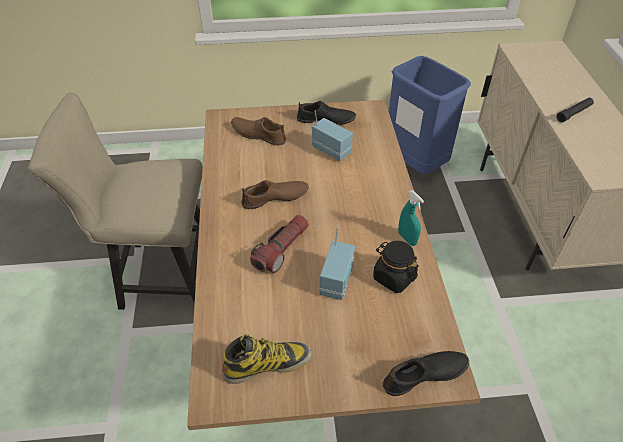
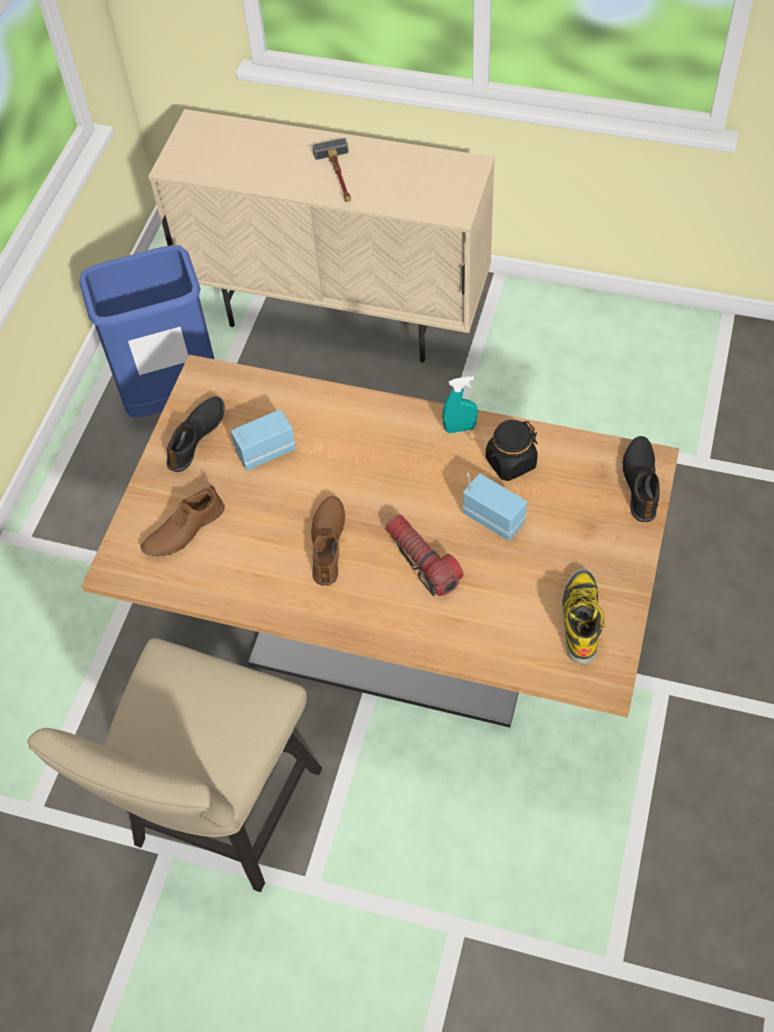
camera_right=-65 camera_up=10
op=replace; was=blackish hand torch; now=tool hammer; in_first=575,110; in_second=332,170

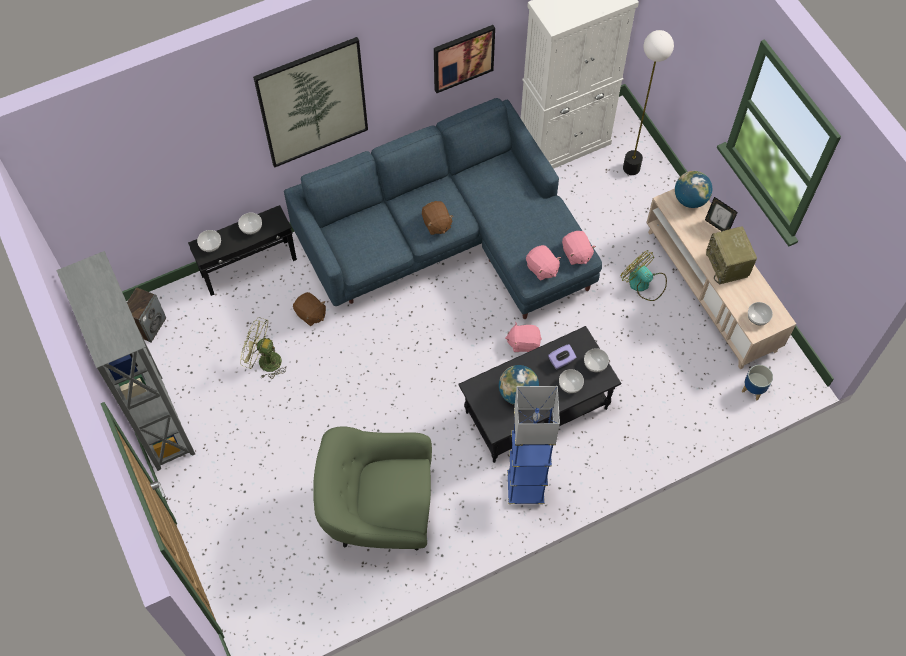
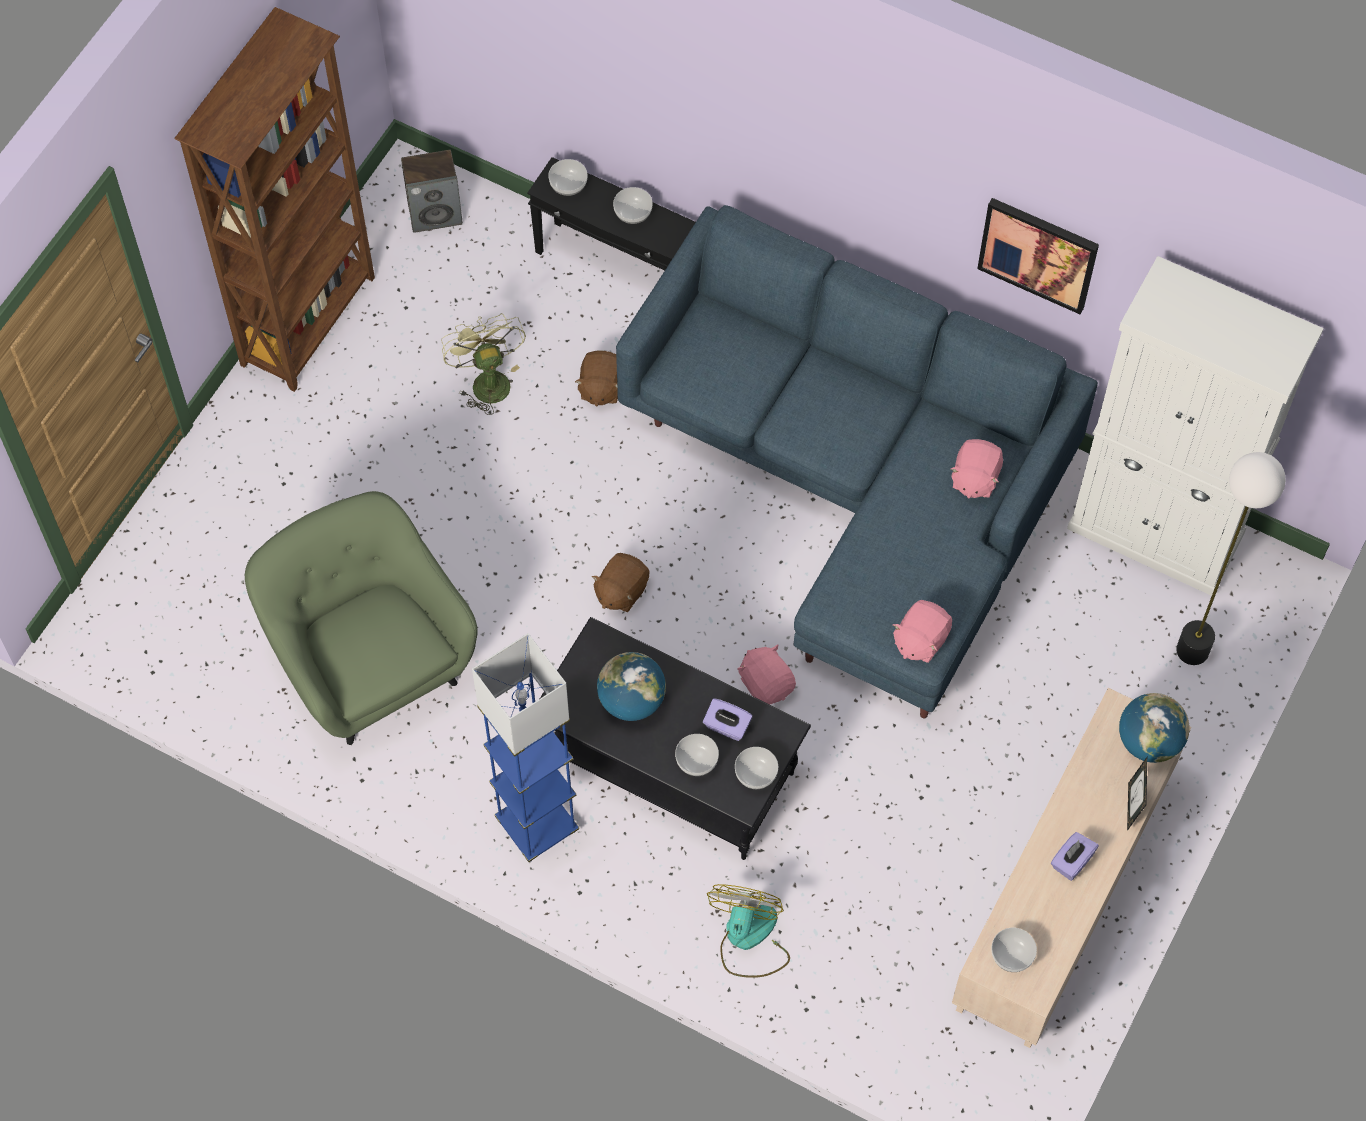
camera_right=55 camera_up=0
op=recolor; was=grey bookcase; now=brown-coloured bookcase; in_first=125,361; in_second=274,199
op=delete; was=wall art; in_first=310,102
op=move; was=brown-coloured soft toy; in_first=438,218; in_second=620,582
op=move; was=pinkish soft toy; in_first=543,263; in_second=976,469
op=move; was=fan; in_first=644,275; in_second=748,931
op=replace; was=radio; now=purple tissue holder; in_first=731,255; in_second=1075,856
op=delete; was=plant pot; in_first=757,383

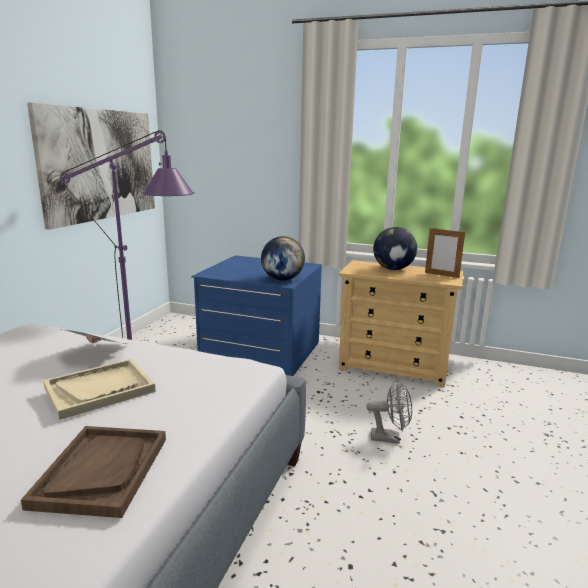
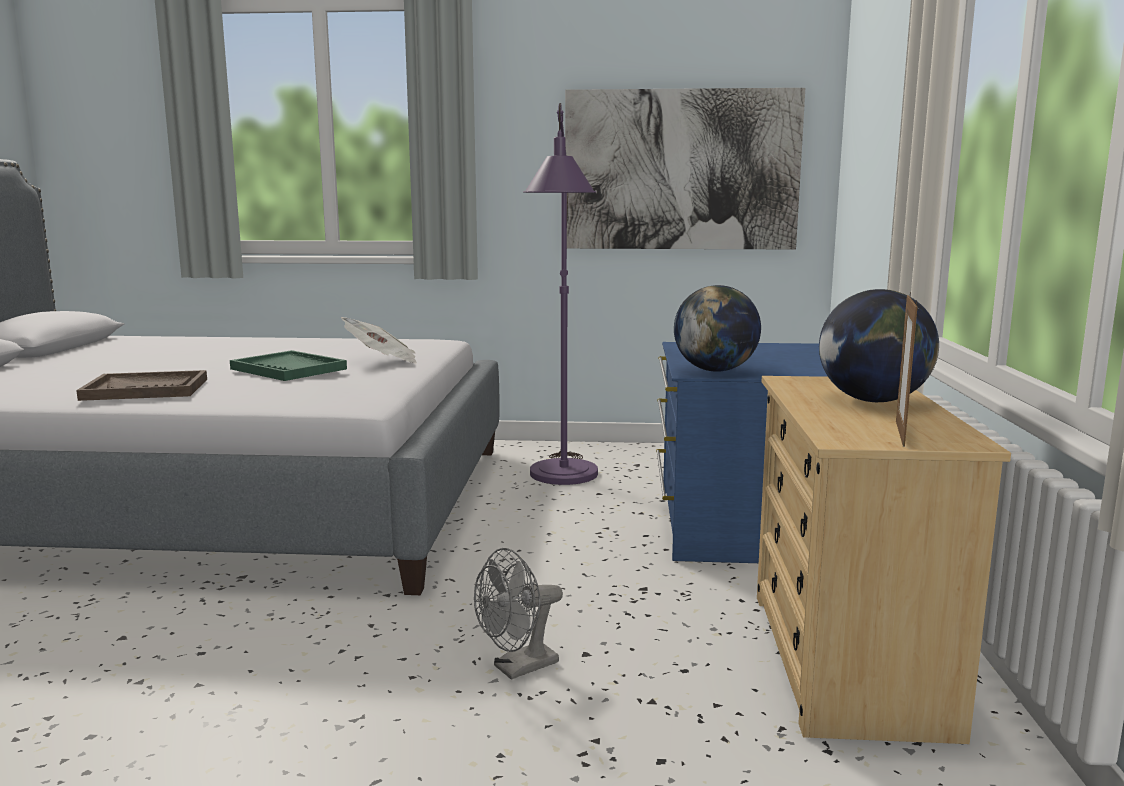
camera_right=75 camera_up=-5
op=recolor; was=sand-coloured serving tray; now=green serving tray; in_first=99,389; in_second=288,365
op=rotate; was=grey fan; in_first=389,412; in_second=518,614; clockwise=60

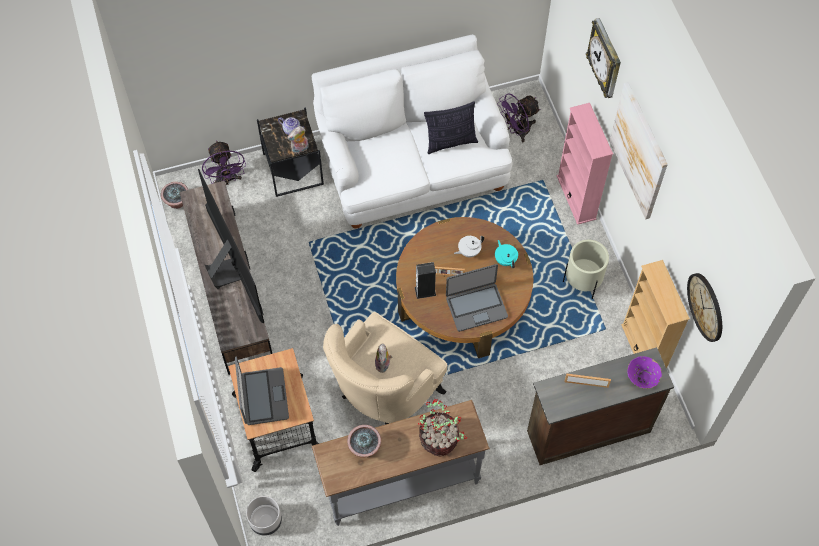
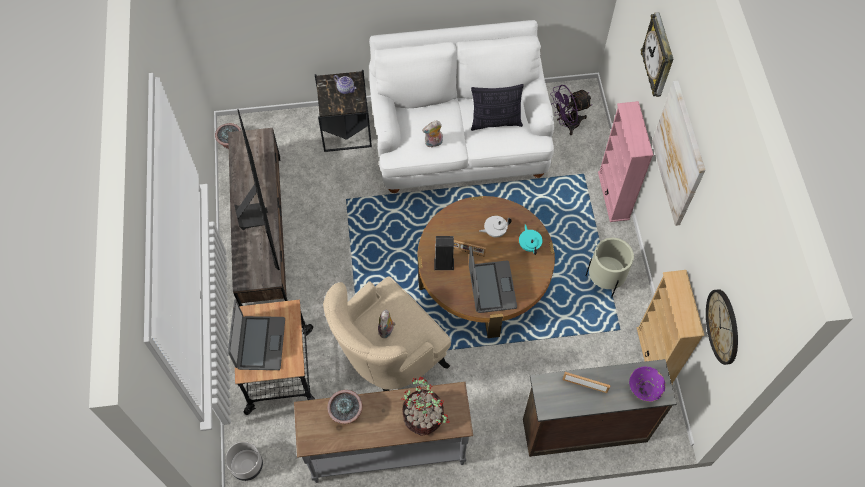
camera_right=10 camera_up=0
op=delete; was=purple fan; in_first=224,162
op=move; was=soft toy; in_first=297,140; in_second=432,134
op=rotate; was=notebook computer; in_first=477,298; in_second=493,280; clockwise=-90

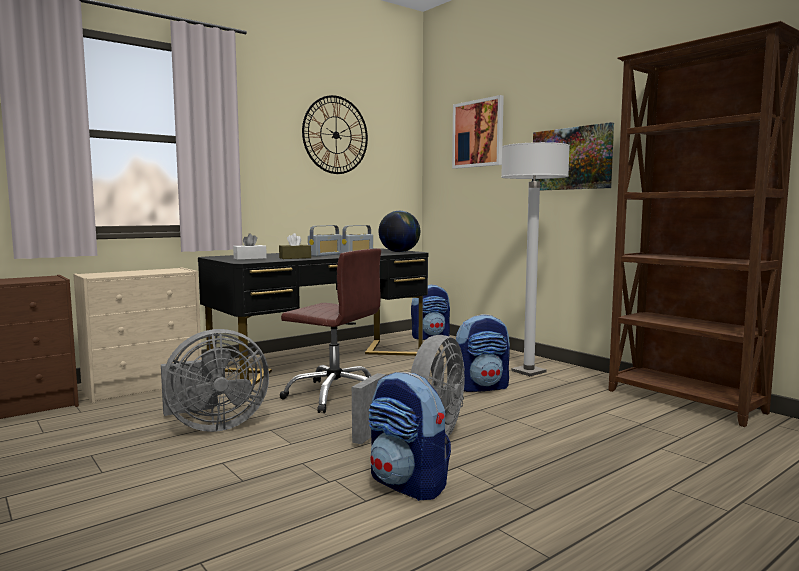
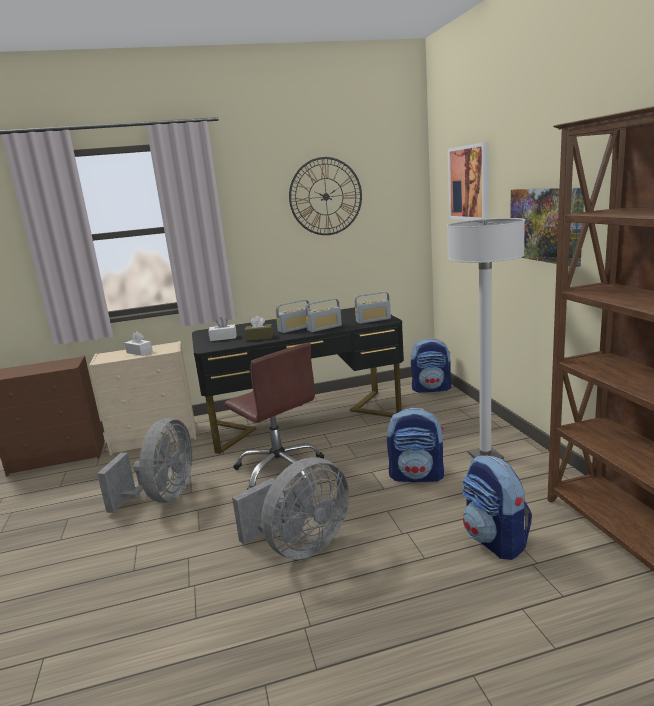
camera_right=25 camera_up=10
op=rotate; was=grey fan; in_first=215,380; in_second=144,465; clockwise=-75
op=move; was=backpack; in_first=410,436; in_second=497,507
op=replace; was=world globe; now=radio; in_first=399,231; in_second=373,308
op=insert; now=white-coloured tissue holder; in_second=139,343

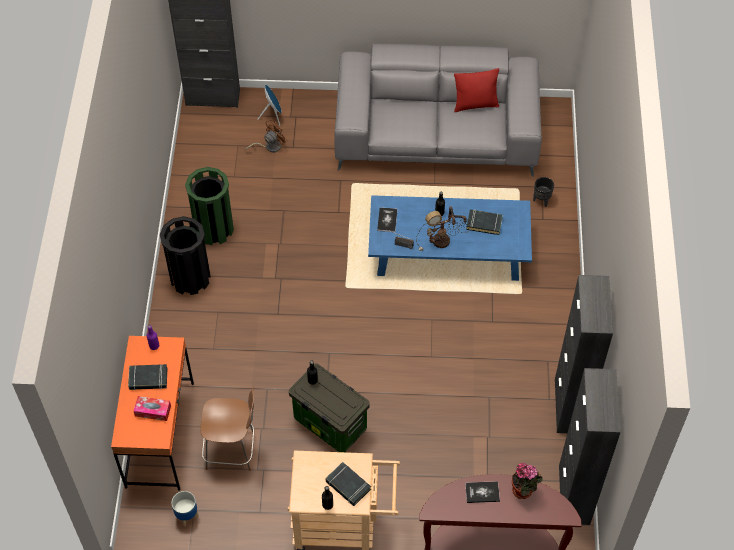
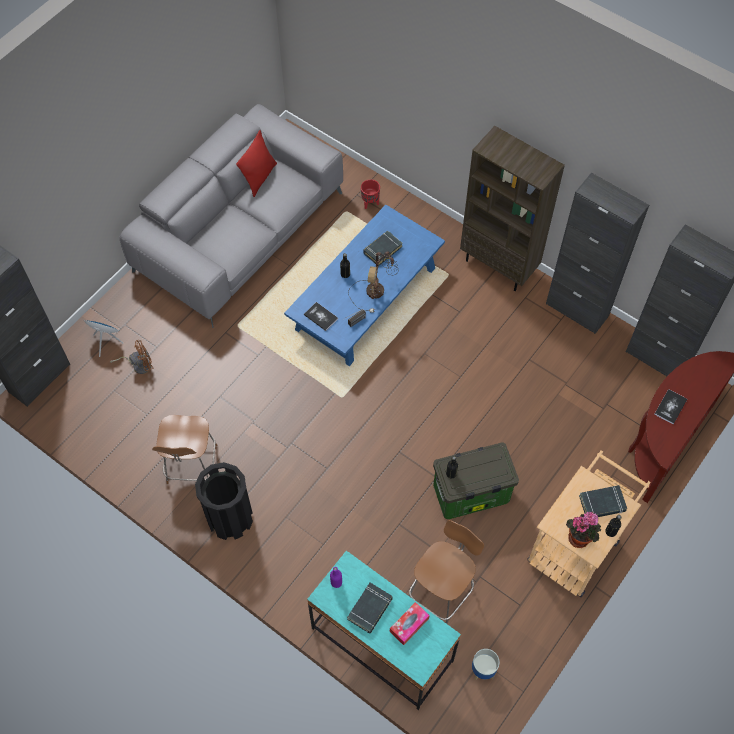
camera_right=-55 camera_up=5
op=recolor; was=orangey desk table; now=blue-green desk table; in_first=152,413; in_second=384,630
op=replace; was=green trash can; now=brown-coloured plain chair; in_first=209,206; in_second=184,449
op=rotate; was=brown-coloured fan; in_first=266,136; in_second=131,357; clockwise=75
op=move; was=potted plant; in_first=527,481; in_second=583,530
op=recolor; was=blackish plant pot; now=red-coloured plant pot; in_first=543,192; in_second=370,194
op=insert; now=brown-coloured bookcase; in_second=512,208

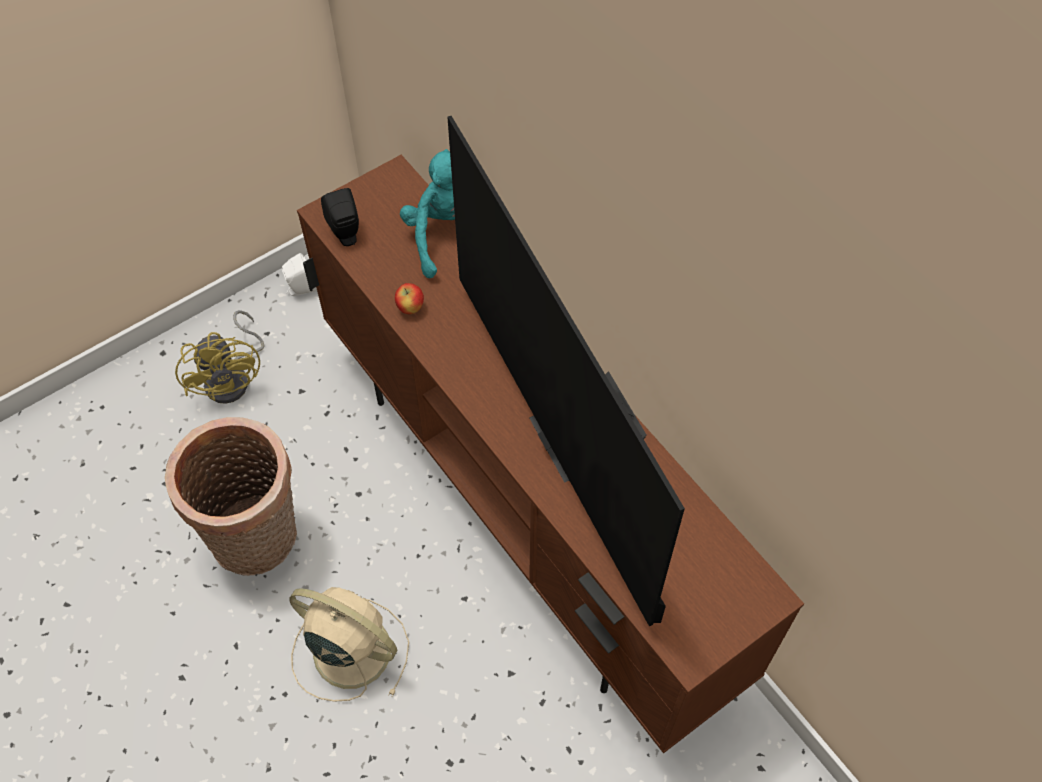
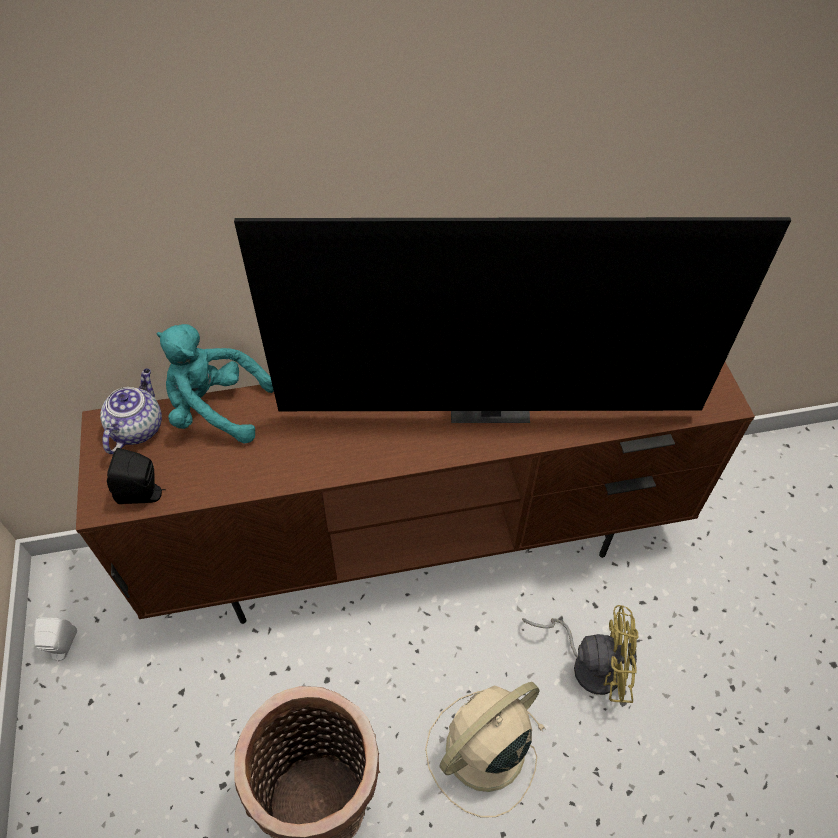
camera_right=-65 camera_up=-5
op=move; was=yellow fan; in_first=220,357; in_second=580,654
op=delete; was=apple fruit; in_first=409,298
op=insert; now=pot for tea; in_second=131,411

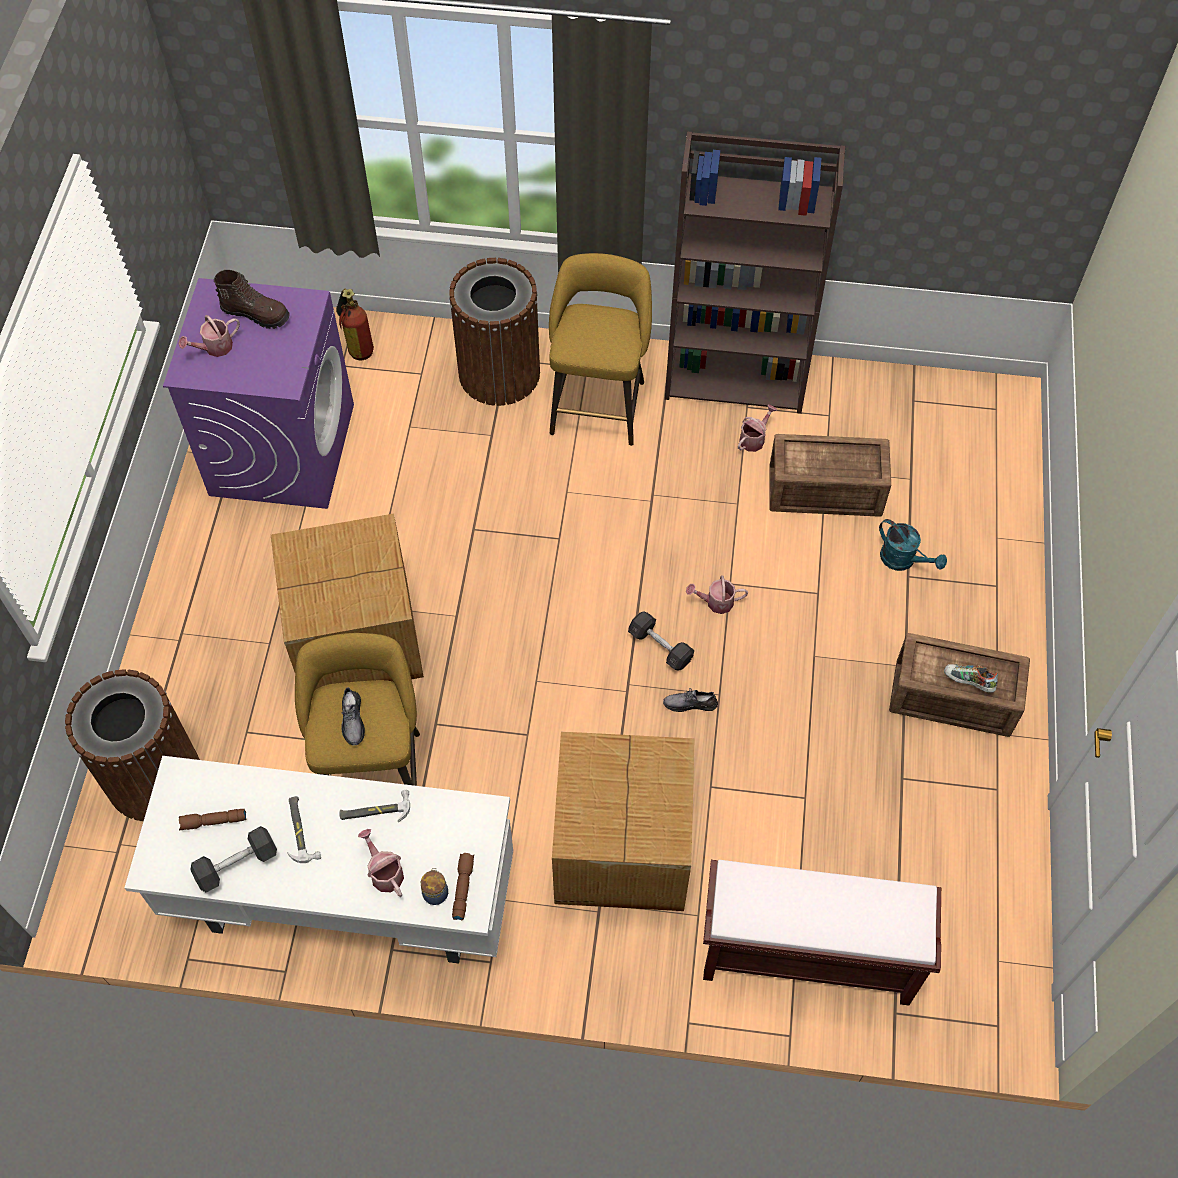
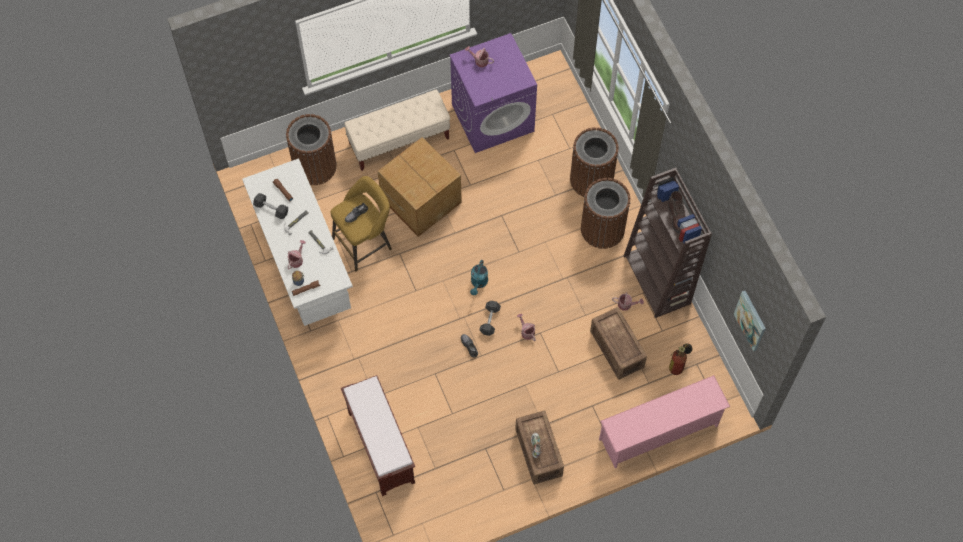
camera_right=60 camera_up=5
op=move; was=brown-coloured boot; in_first=252,299; in_second=677,212
op=move; was=fire-fighting cylinder; in_first=355,324; in_second=681,359
op=replace; was=yellow stool; now=brown-coloured trash can; in_first=600,349; in_second=605,213
op=delete; was=carton; in_first=623,821
op=move; was=blue-green sprinkling can; in_first=913,545; in_second=479,277
op=insert; now=sand-coloured bench; in_second=397,130
op=insert; now=pinkish shoe rack; in_second=664,421
op=insert; now=wall art; in_second=750,321

